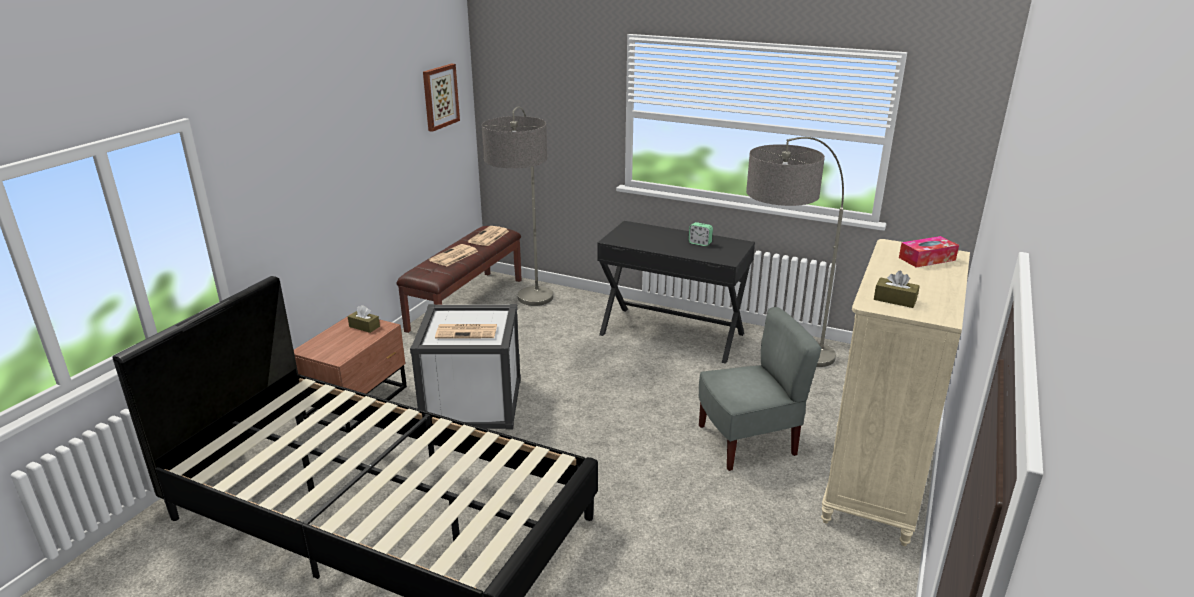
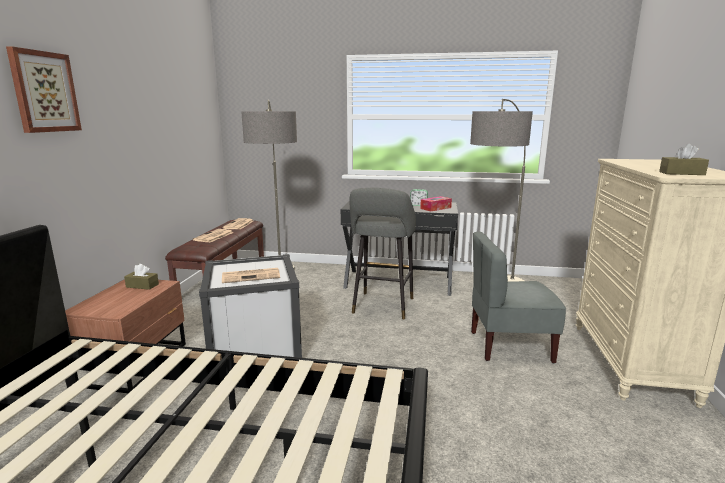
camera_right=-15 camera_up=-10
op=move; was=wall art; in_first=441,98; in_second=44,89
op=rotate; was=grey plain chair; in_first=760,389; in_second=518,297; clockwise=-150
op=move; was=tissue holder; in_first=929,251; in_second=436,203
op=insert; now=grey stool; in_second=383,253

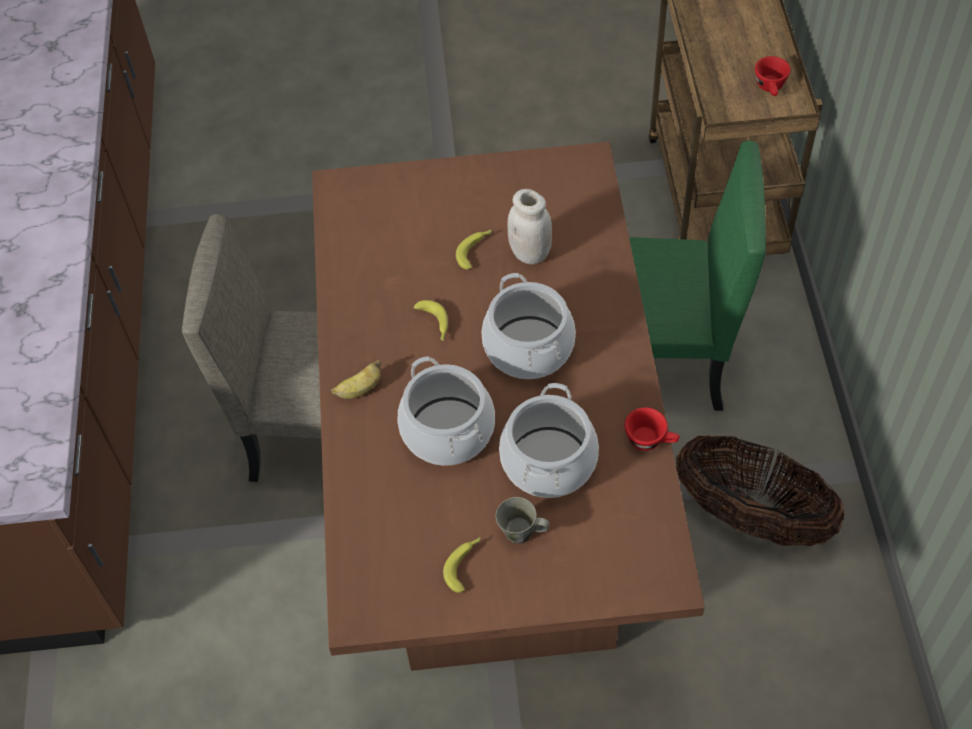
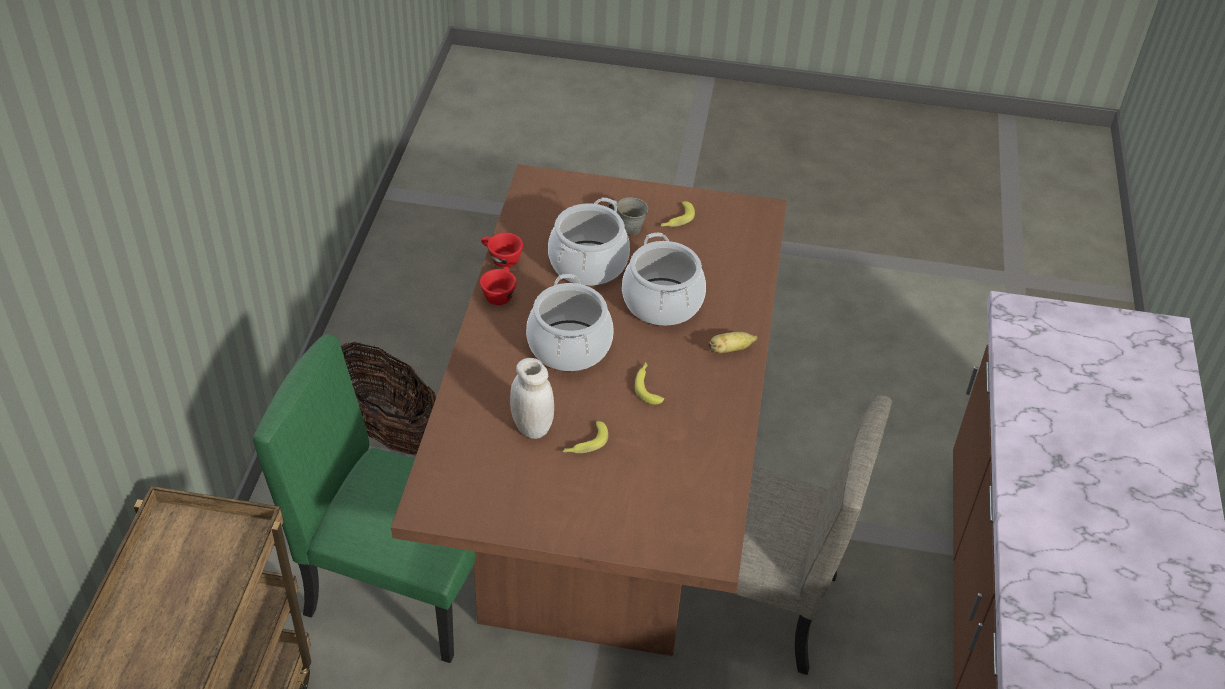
camera_right=-170 camera_up=-10
op=move; was=red-coloured cup; in_first=773,76; in_second=498,286

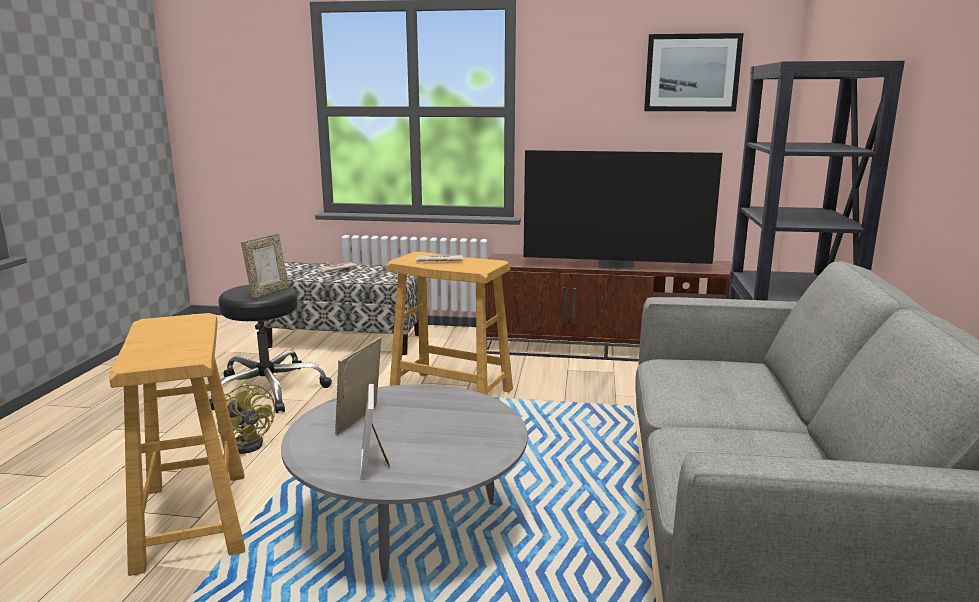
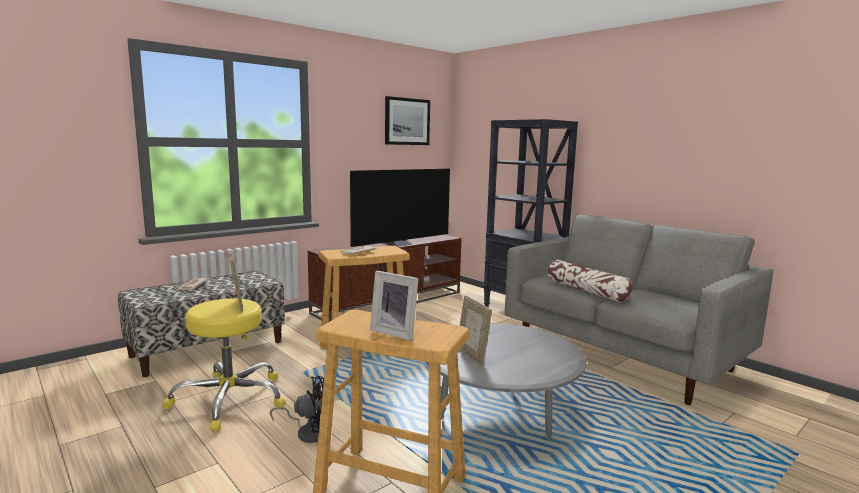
camera_right=-50 camera_up=-5
op=recolor; was=blackish stool; now=yellow stool; in_first=270,349; in_second=224,365
op=recolor; was=yellow fan; now=blackish fan; in_first=246,418; in_second=297,409
op=move; was=standing frame; in_first=375,432; in_second=394,306
op=insert; now=pillow; in_second=590,281

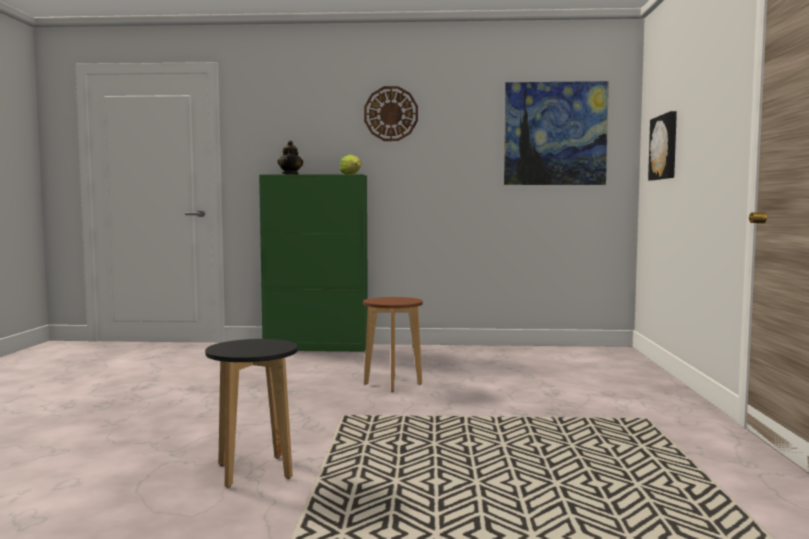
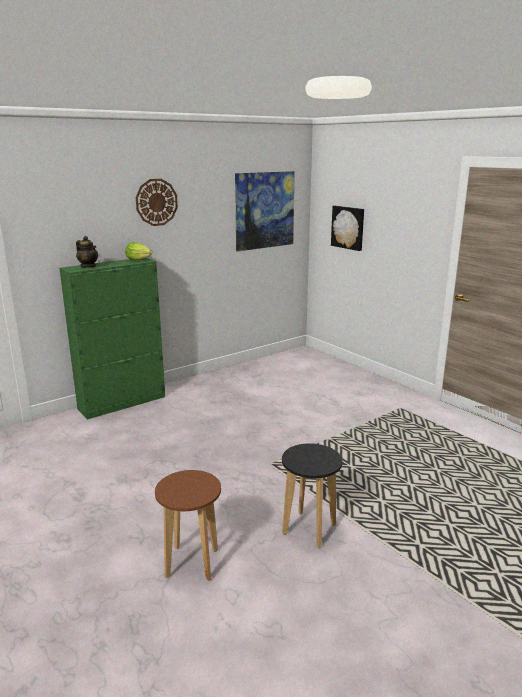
camera_right=-40 camera_up=15
op=move; was=brown-coloured stool; in_first=393,344; in_second=188,525

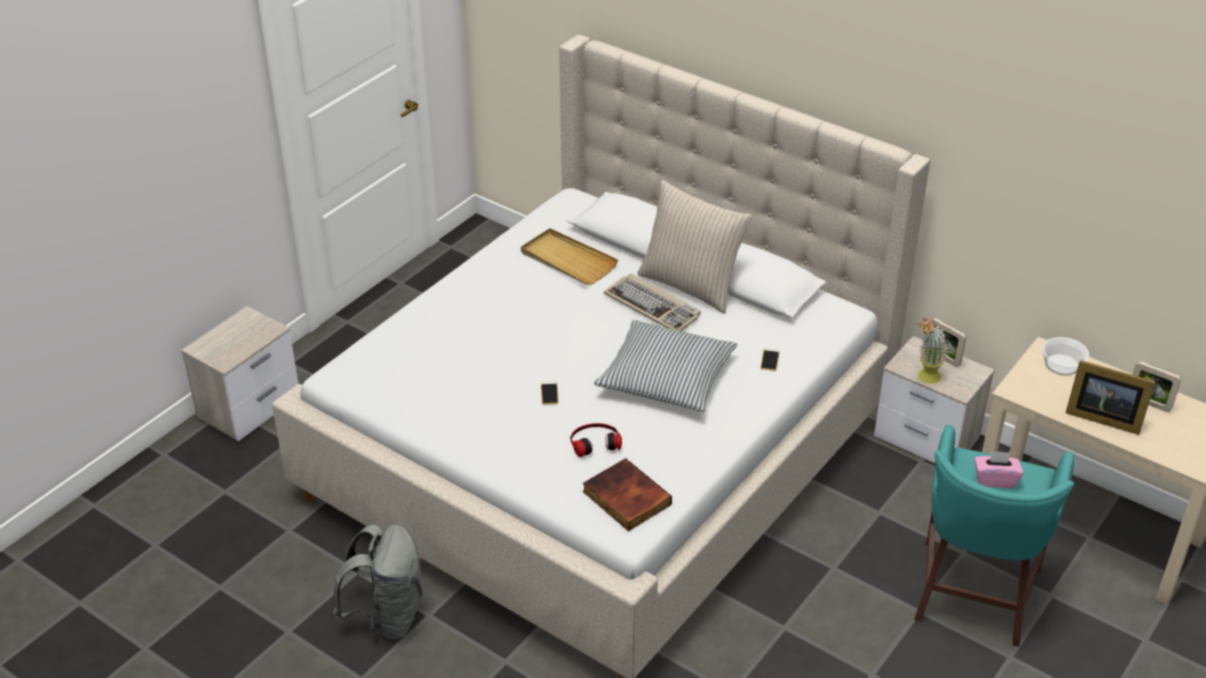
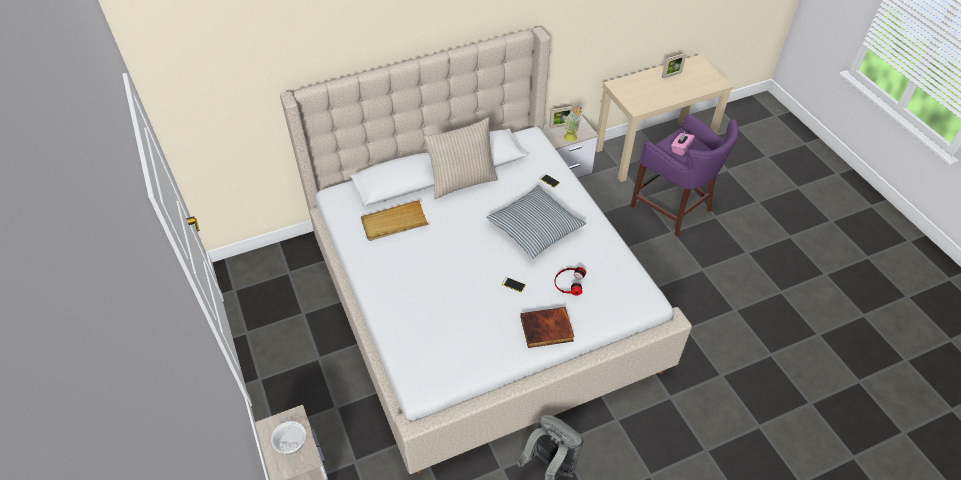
camera_right=-60 camera_up=10
op=move; was=book; in_first=627,494; in_second=547,327
op=delete; was=computer keyboard; in_first=652,302
op=recolor; was=blue-green stool; now=purple stool; in_first=994,536; in_second=684,175
op=move; was=serving bowl; in_first=1065,356; in_second=288,438
op=delete; was=standing frame; in_first=1111,397

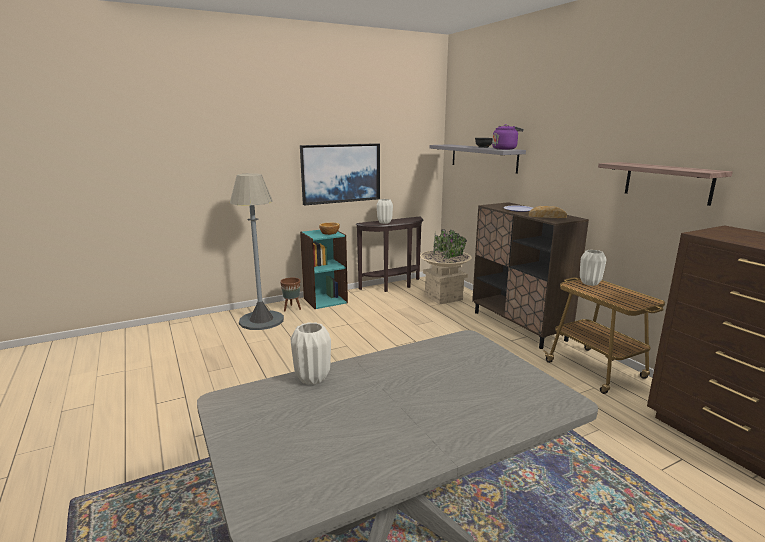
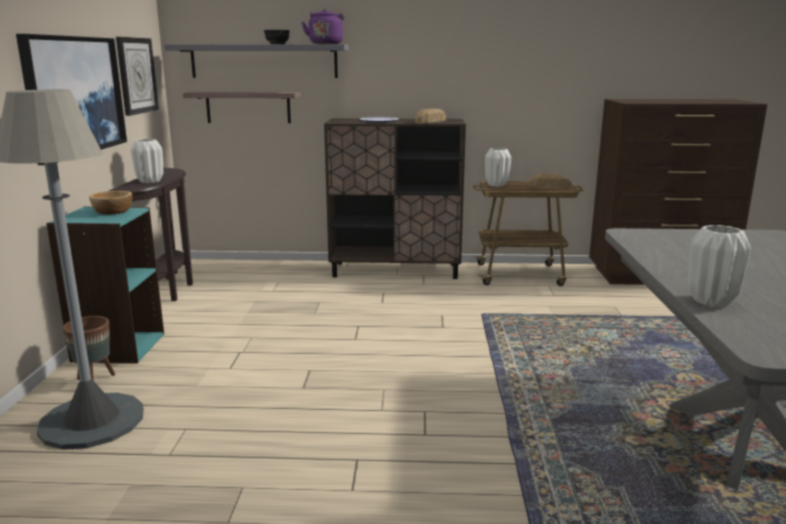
camera_right=-60 camera_up=0
op=delete; was=sand-coloured plant pot; in_first=445,267
op=move; was=wall shelf; in_first=665,184; in_second=242,107
op=insert; now=hanging clock; in_second=137,76
op=insert; now=bread; in_second=549,180

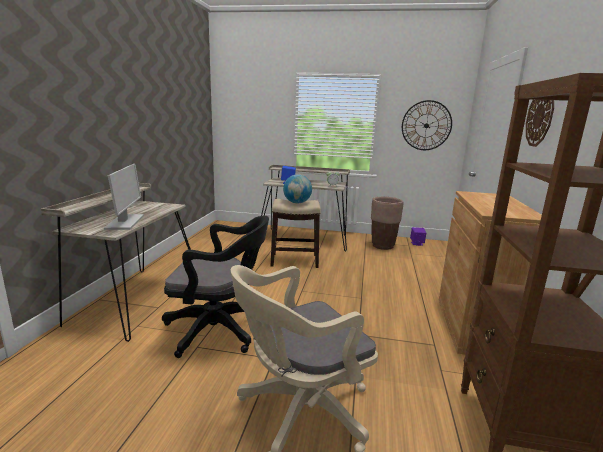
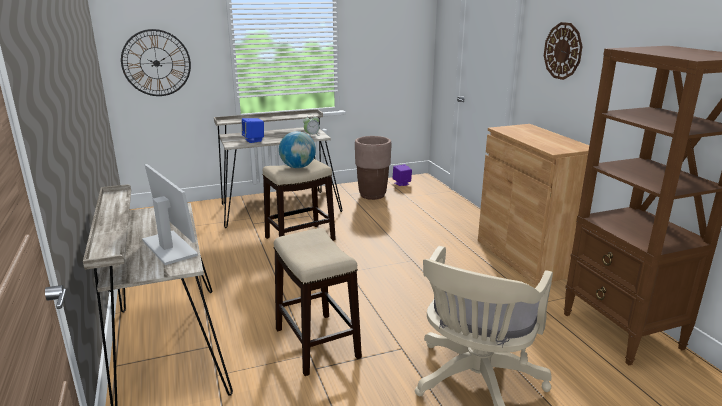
camera_right=-30 camera_up=5
op=replace; was=blackish office chair; now=stool; in_first=215,287; in_second=317,302
op=move; was=hanging clock; in_first=427,125; in_second=156,62

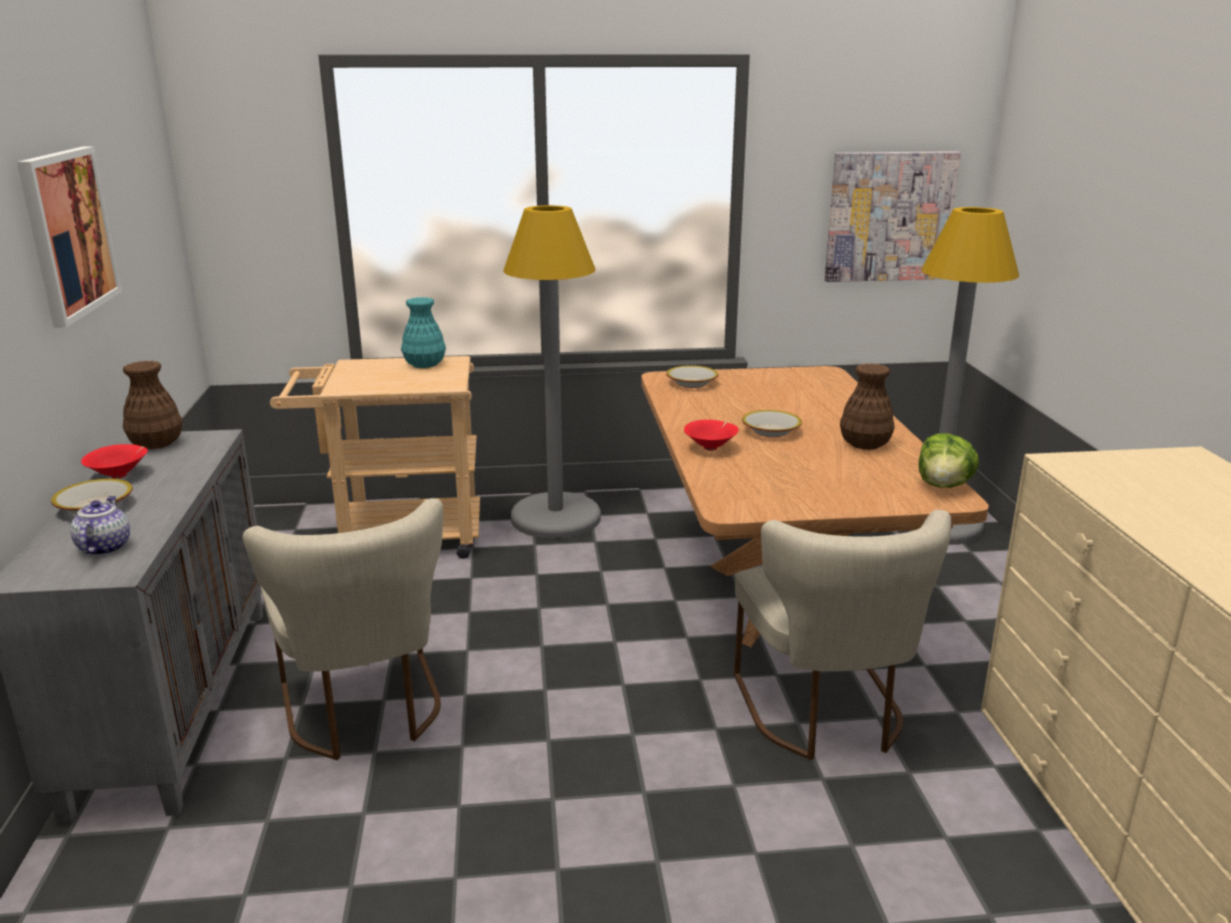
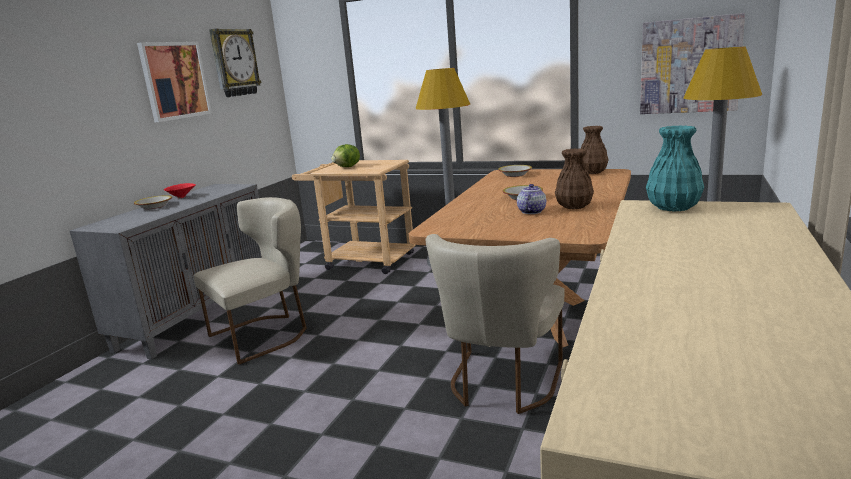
camera_right=30 camera_up=-5
op=move; was=pot for tea; in_first=100,526; in_second=531,199
op=move; was=brown-coloured flower vase; in_first=153,405; in_second=595,150
op=rotate; was=sand-coloured plain chair; in_first=343,629; in_second=249,281; clockwise=-135
op=move; was=blue-green flower vase; in_first=423,332; in_second=675,168
op=delete; was=red-coloured serving bowl; in_first=711,435
op=move; was=lettuce; in_first=949,460; in_second=345,155
op=insert; now=hanging clock; in_second=235,63

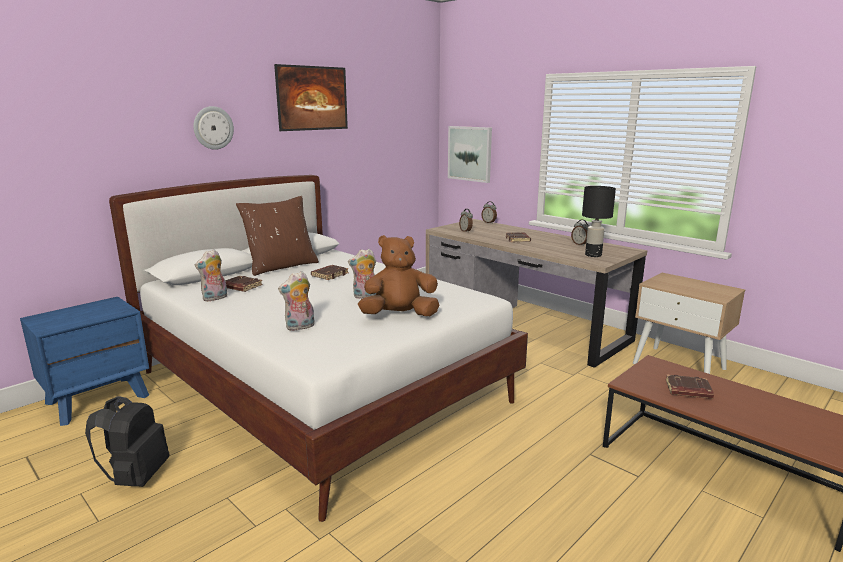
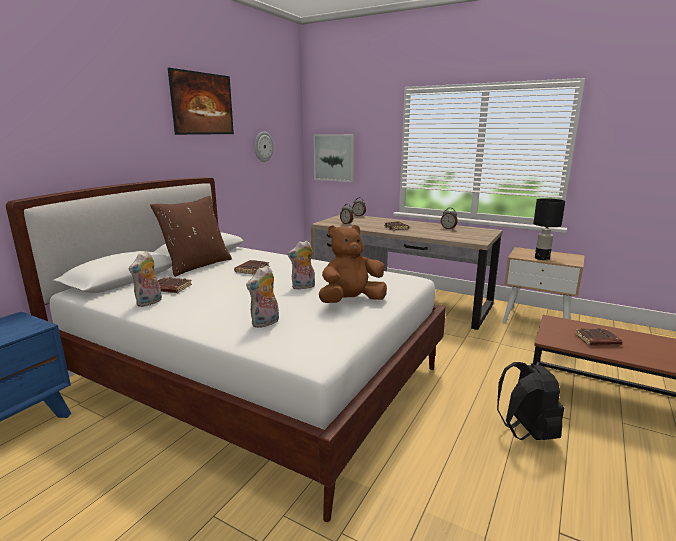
camera_right=-15 camera_up=0
op=move; was=blackish backpack; in_first=127,441; in_second=530,401
op=move; was=hanging clock; in_first=213,128; in_second=264,146
op=move; was=blackish table lamp; in_first=599,221; in_second=549,229

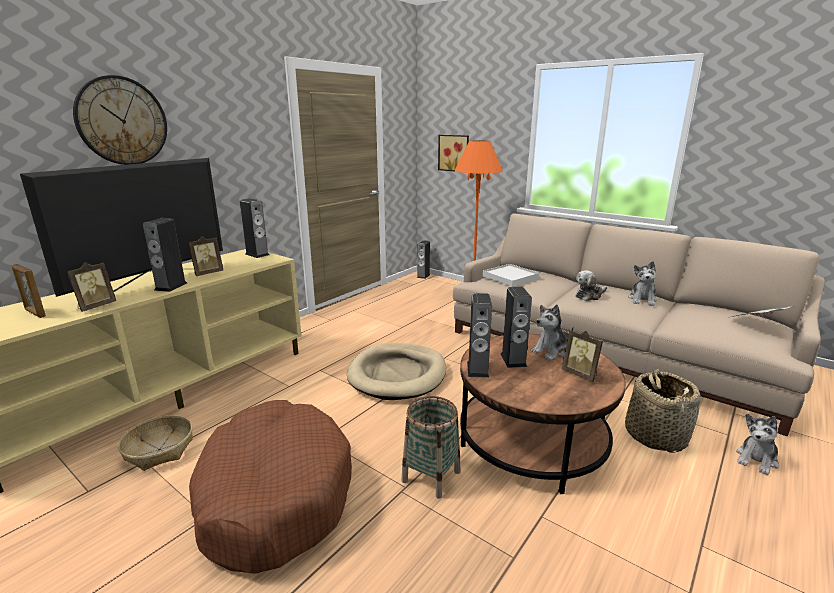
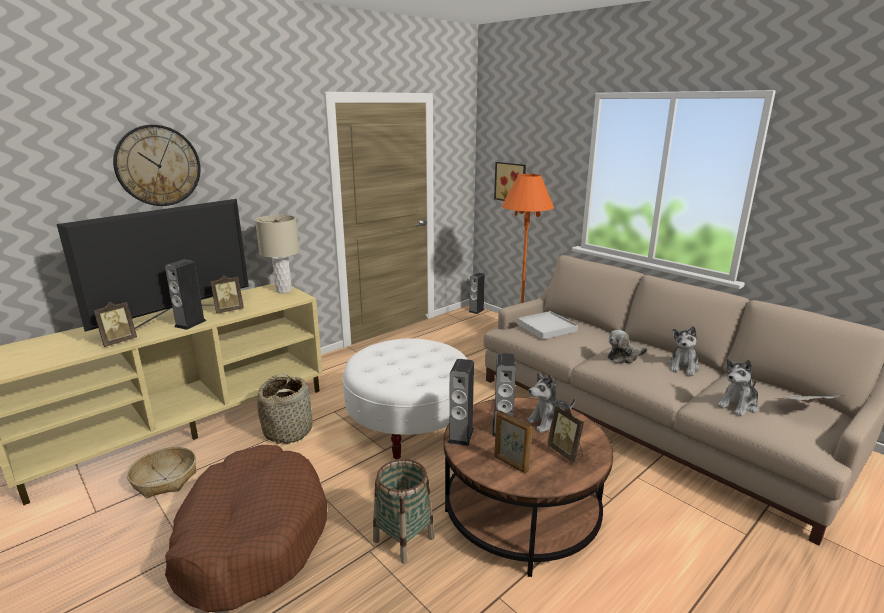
camera_right=10 camera_up=0
op=move; was=standing frame; in_first=29,291; in_second=513,442
op=replace; was=audio speaker; now=sand-coloured table lamp; in_first=254,228; in_second=277,254
op=replace; was=sand-coloured dog bed; now=white-coloured ottoman; in_first=396,371; in_second=405,398
op=move; was=basket; in_first=663,411; in_second=284,409
op=move; was=soft toy; in_first=757,444; in_second=737,387

